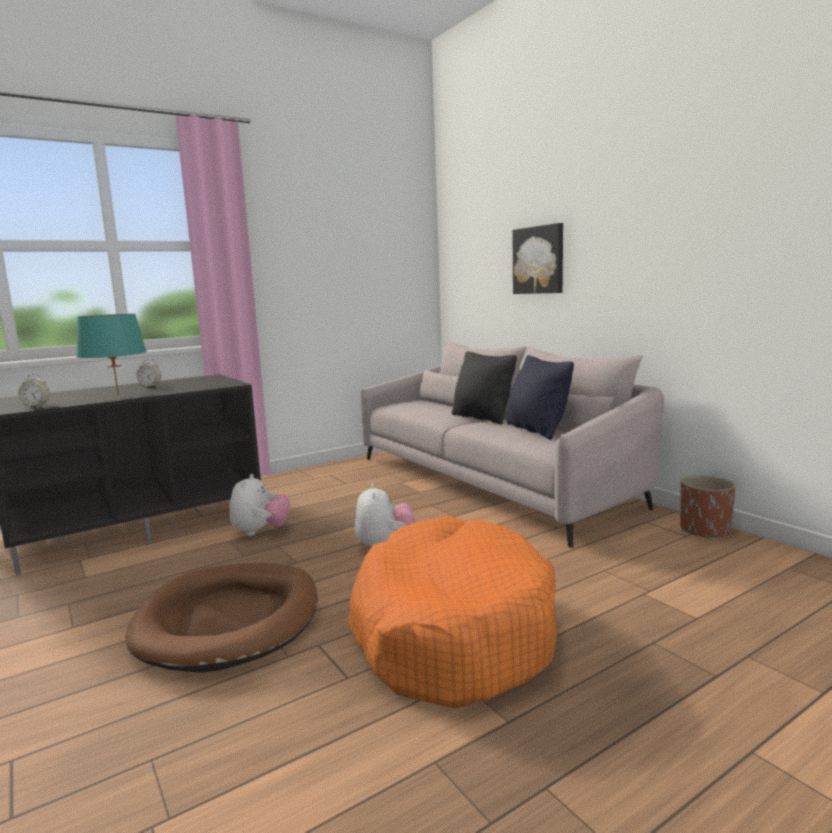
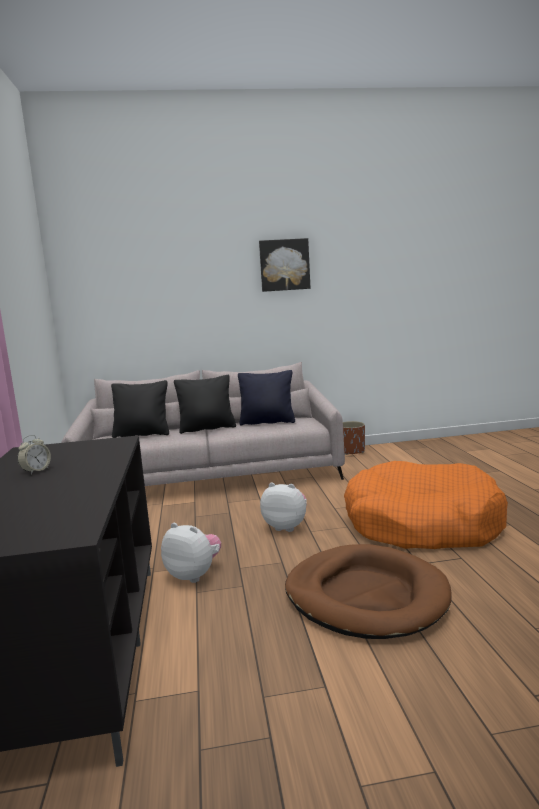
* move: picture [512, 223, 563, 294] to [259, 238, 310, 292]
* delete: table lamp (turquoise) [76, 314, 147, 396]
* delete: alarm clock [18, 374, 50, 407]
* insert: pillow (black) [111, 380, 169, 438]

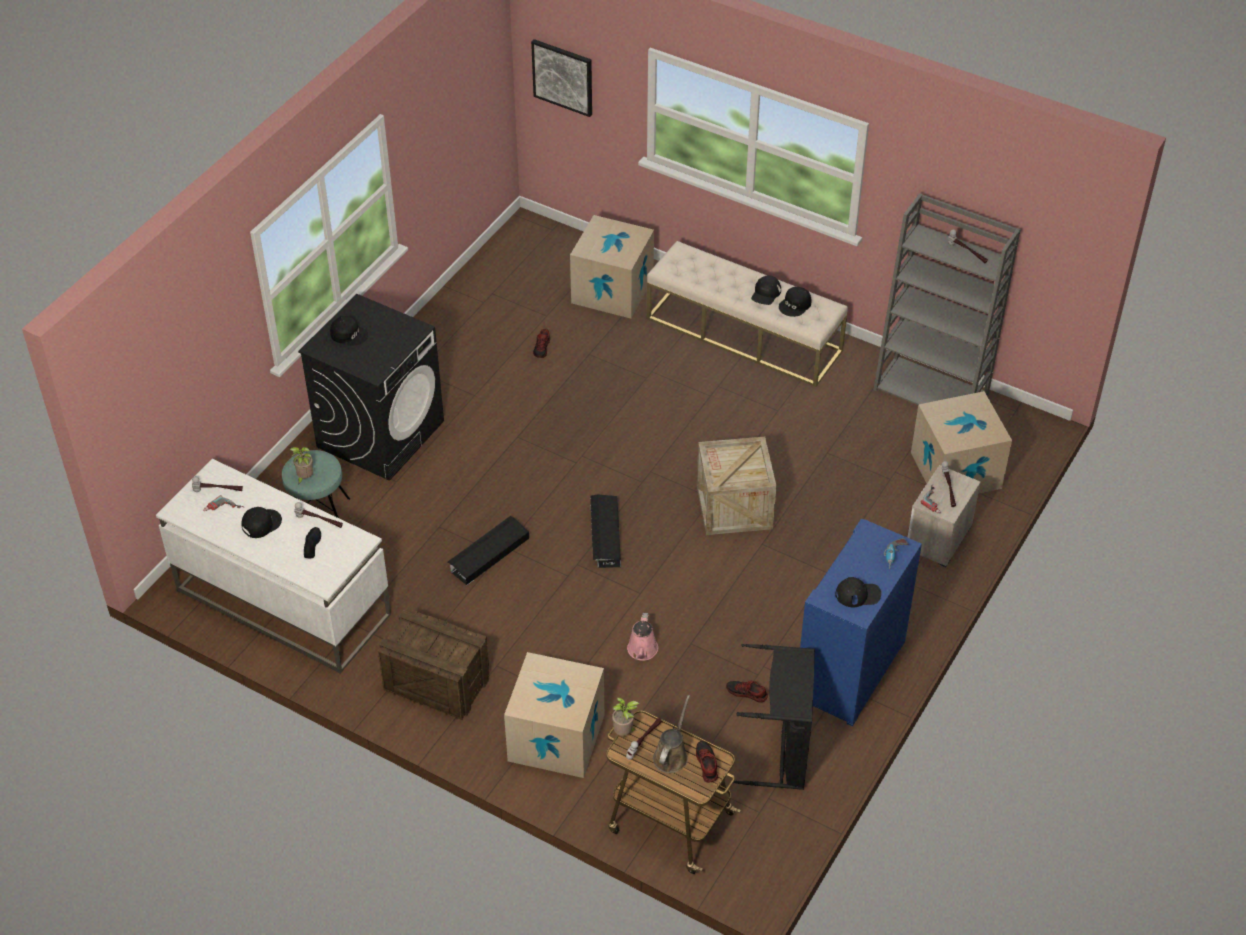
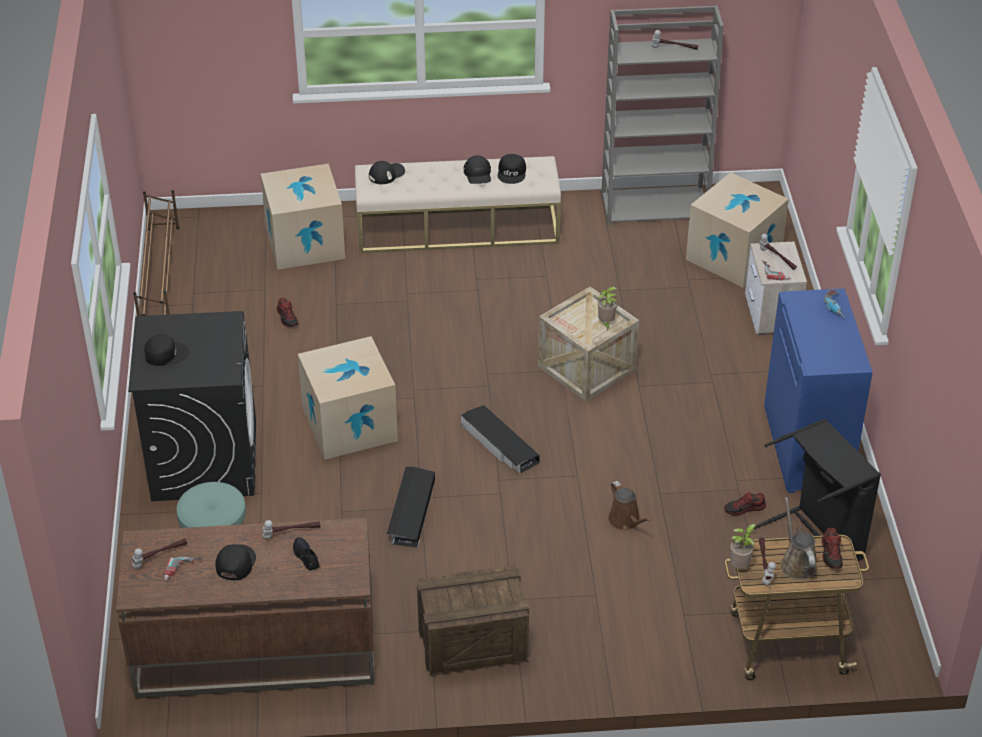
* delete: picture [531, 39, 592, 117]
* move: potted plant [290, 447, 313, 484] to [598, 287, 617, 330]
* recolor: desk (white) [156, 459, 391, 674] to desk (brown) [116, 518, 375, 699]
* move: cap (black) [835, 577, 881, 607] to [369, 161, 405, 184]
* recolor: watering can (pink) [627, 613, 658, 661] to watering can (brown) [608, 481, 650, 531]
* move: cardboard box [504, 652, 604, 778] to [298, 336, 398, 460]
* rotate: shoe [696, 741, 718, 783] = [822, 528, 843, 569] 135 degrees counterclockwise
* insert: shoe rack (brown) [133, 190, 179, 316]

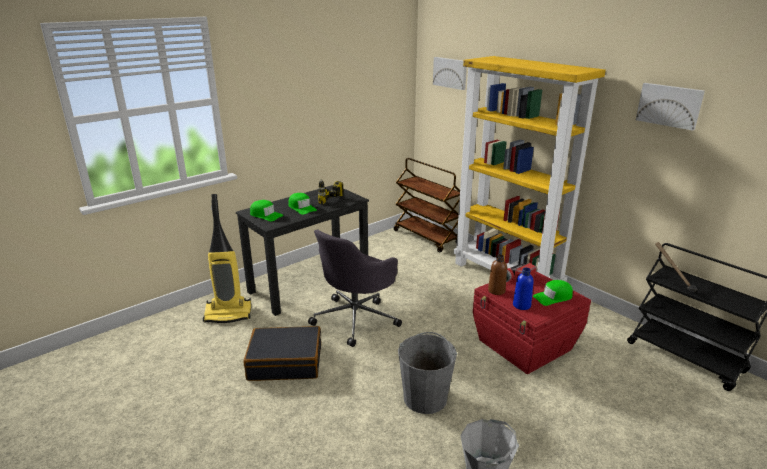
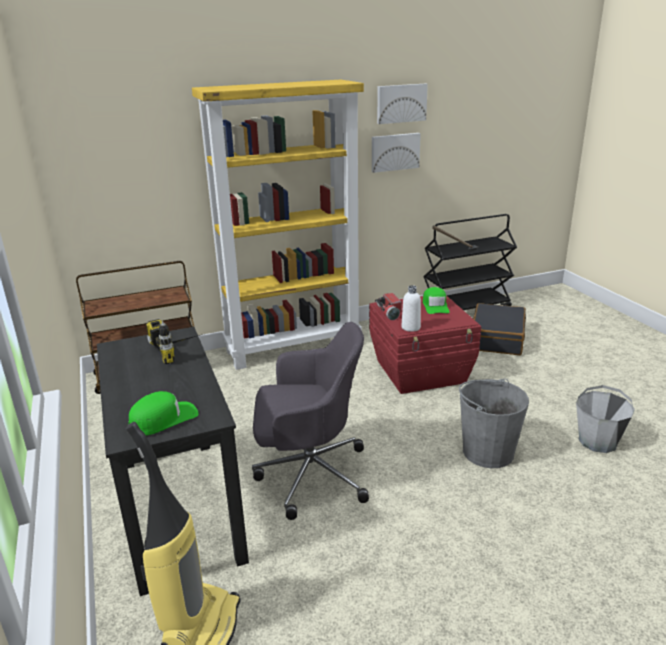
* move: picture [433, 57, 467, 90] to [372, 133, 421, 173]
* delete: cap (green) [289, 193, 317, 215]
* rotate: office chair (grey) [308, 229, 402, 347] = [252, 322, 369, 520] 60 degrees counterclockwise
* recolor: bottle (brown) [488, 254, 507, 295] to bottle (white) [402, 285, 421, 332]
* delete: bottle (blue) [513, 268, 534, 310]
* move: suitcase (black) [244, 326, 321, 381] to [472, 303, 526, 355]

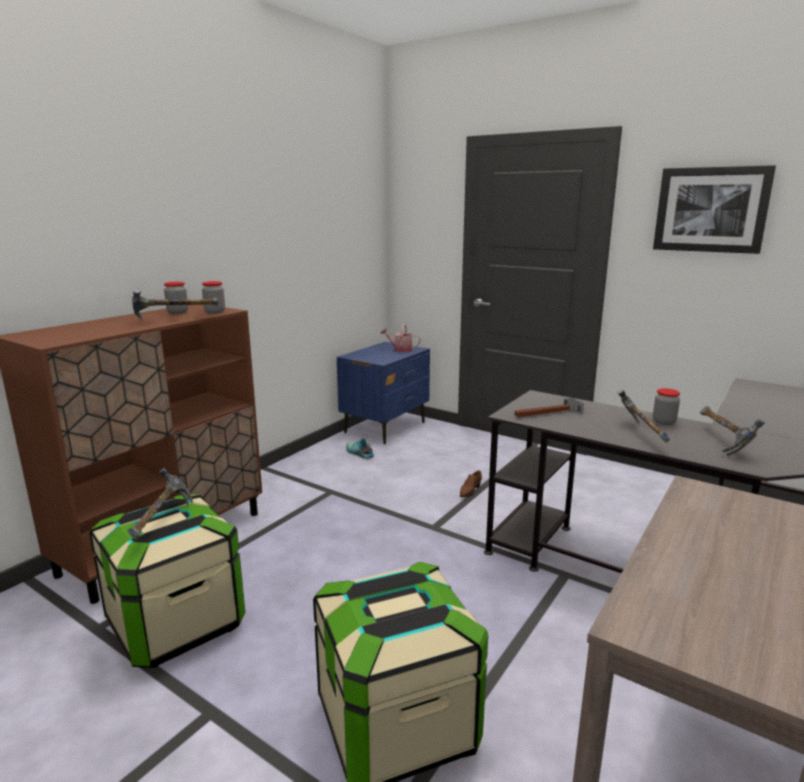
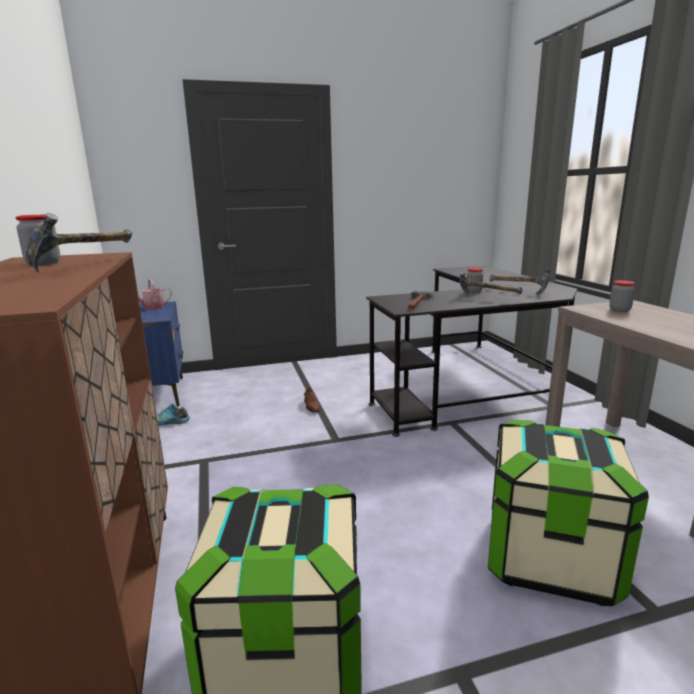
* delete: picture [653, 165, 776, 254]
* move: jar [202, 281, 225, 314] to [610, 281, 635, 312]
* delete: hammer [127, 468, 193, 539]

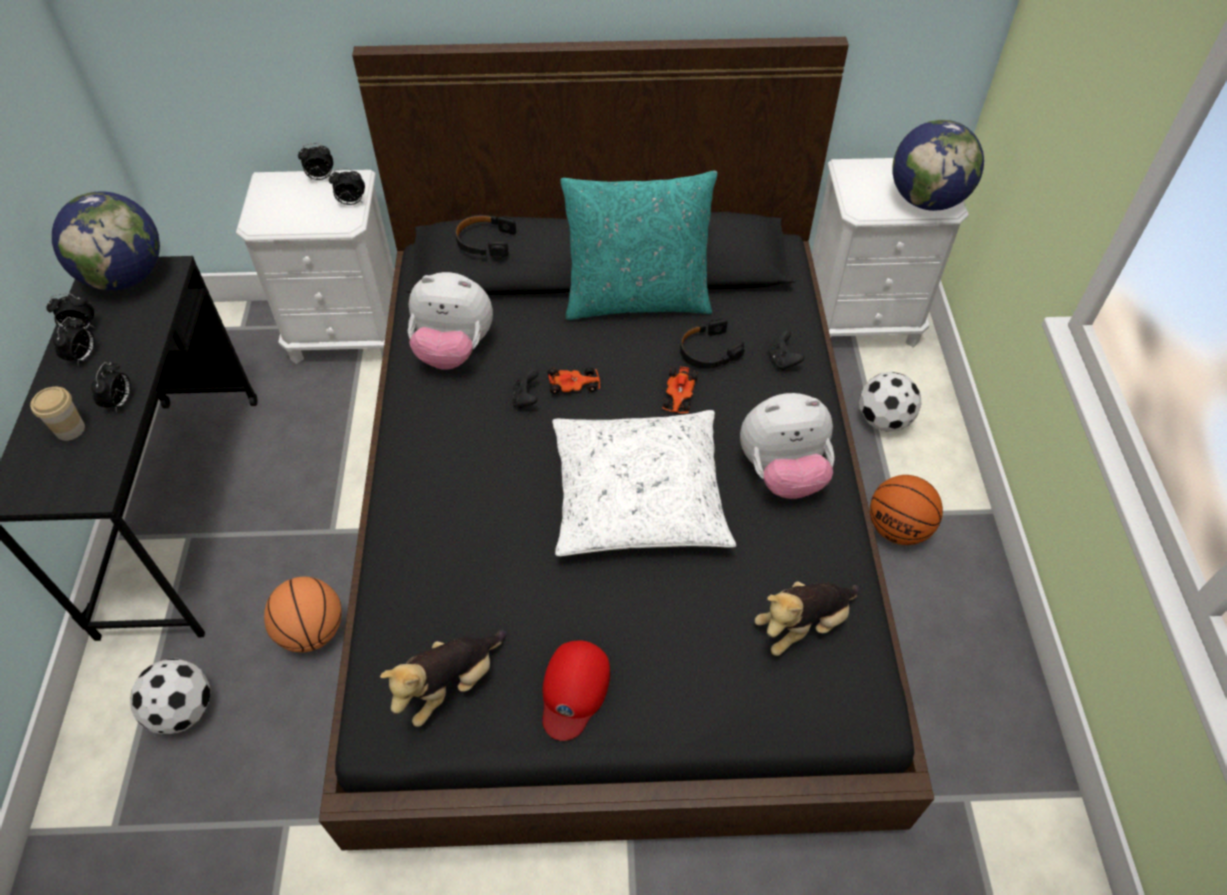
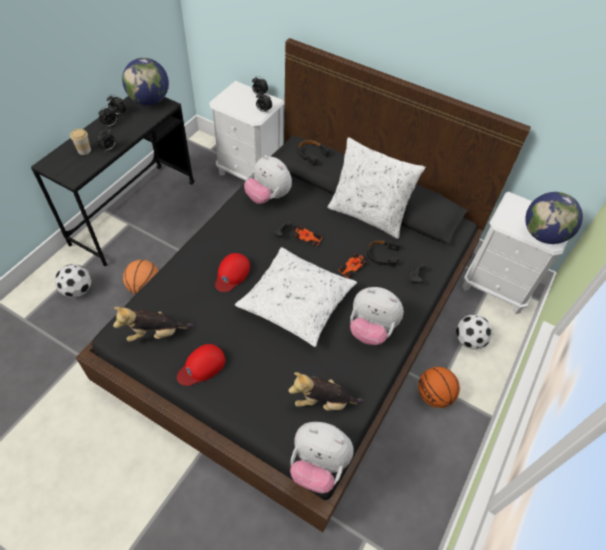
* recolor: pillow (turquoise) [560, 171, 717, 320] to pillow (white) [327, 137, 426, 239]
* insert: cap (red) [215, 253, 250, 292]
* insert: plush toy [290, 422, 354, 493]

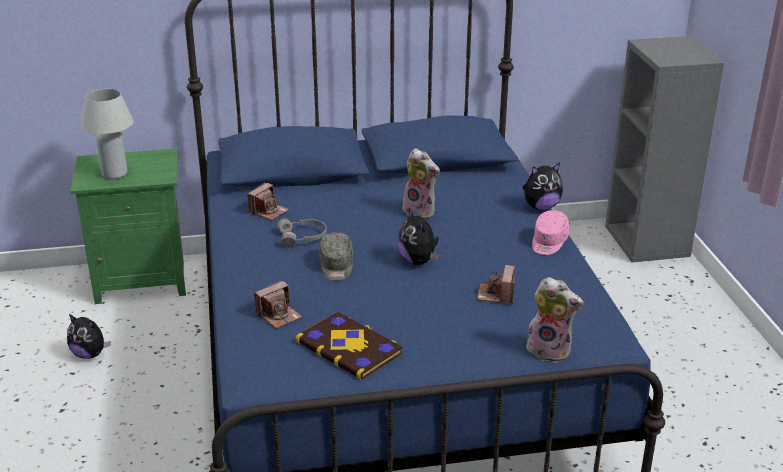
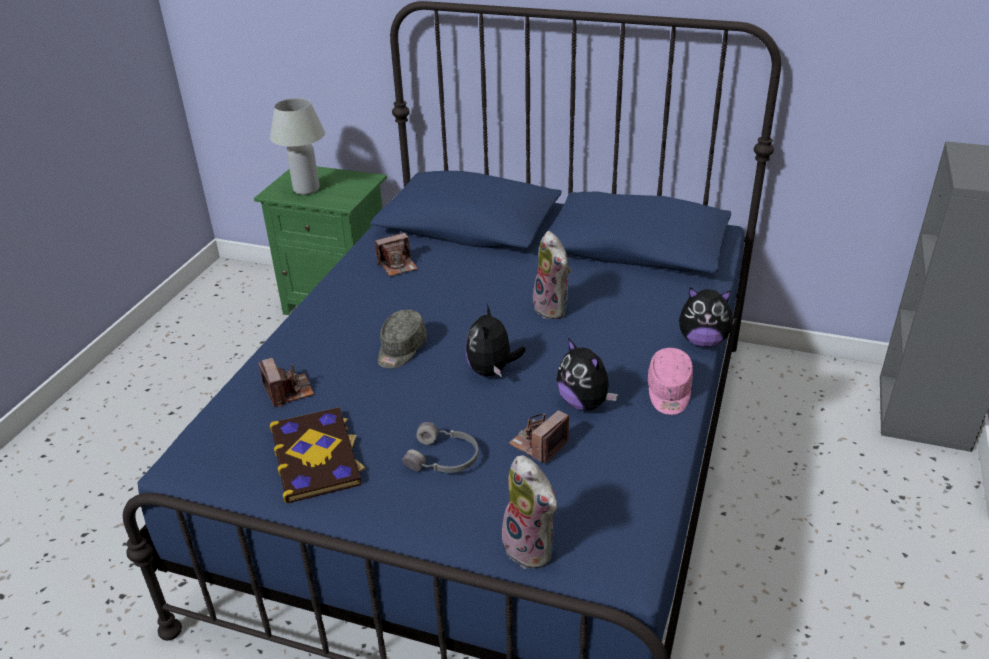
* rotate: cap (pink) [532, 210, 569, 255] = [648, 348, 693, 415] 45 degrees counterclockwise
* move: headphones (grey) [277, 218, 327, 247] to [402, 422, 479, 473]
* rotate: photo camera [254, 280, 302, 328] = [258, 358, 314, 407] 105 degrees counterclockwise
* move: plush toy [67, 314, 111, 359] to [556, 338, 618, 411]

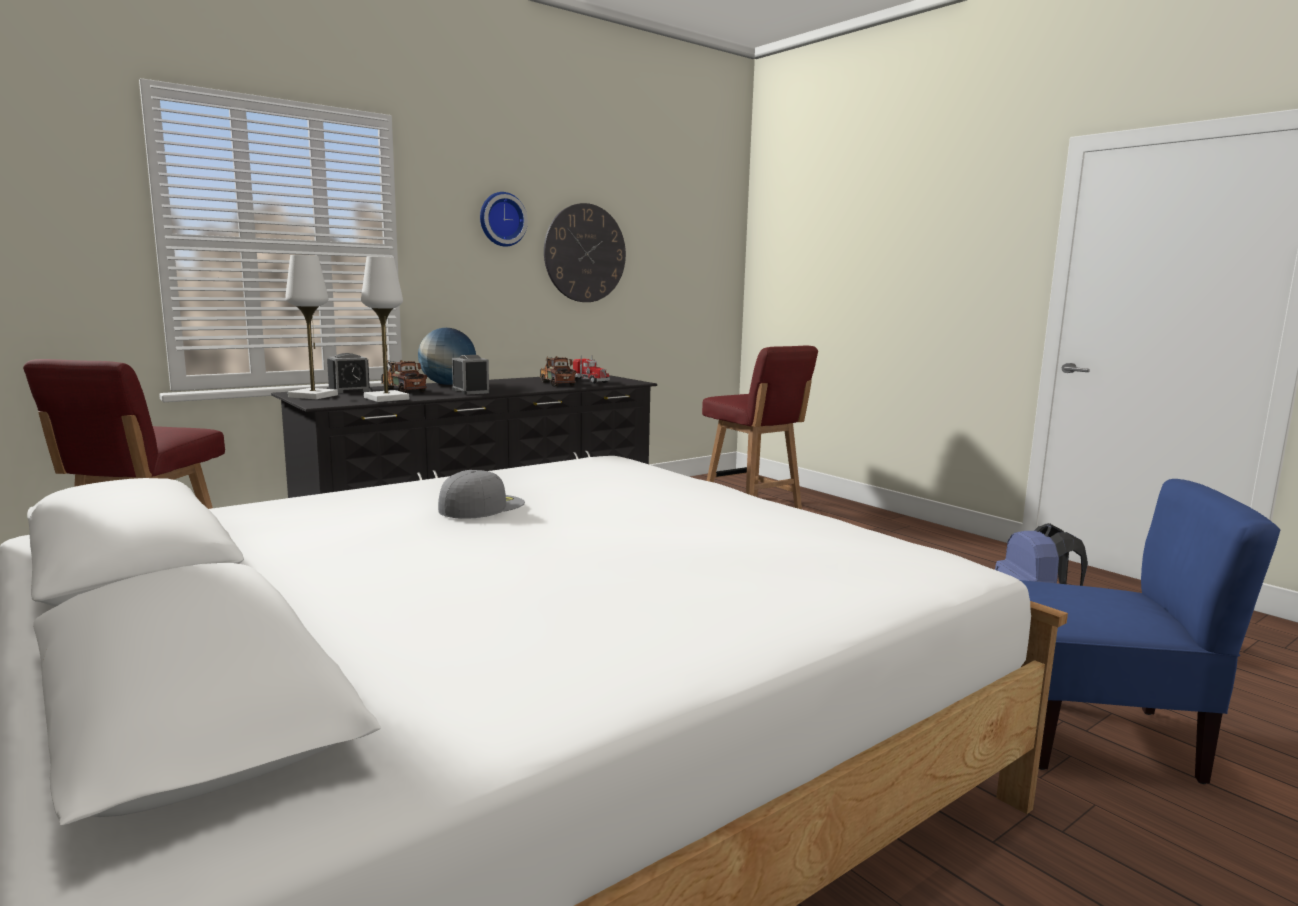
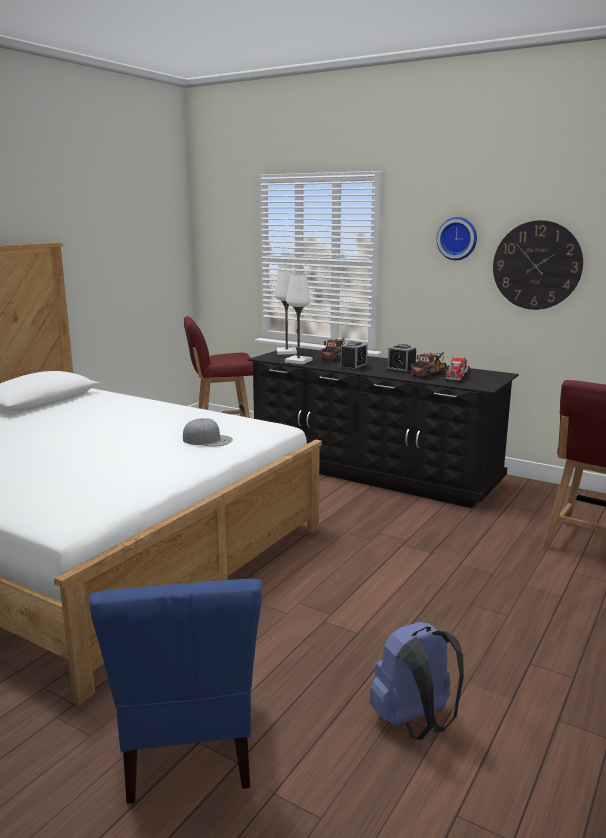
* delete: globe [418, 328, 476, 385]
* move: alarm clock [327, 353, 372, 393] to [386, 344, 416, 374]
* move: cap (grey) [438, 470, 525, 519] to [183, 418, 233, 447]

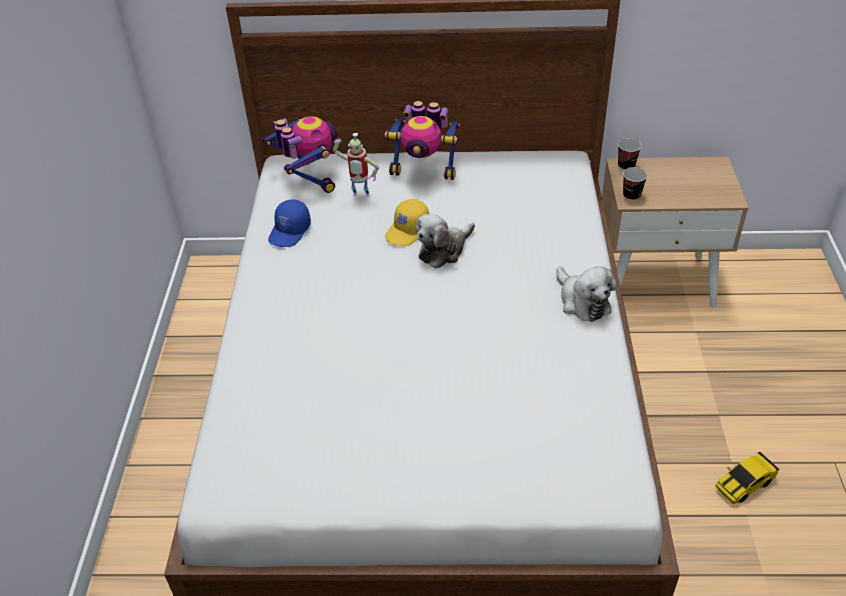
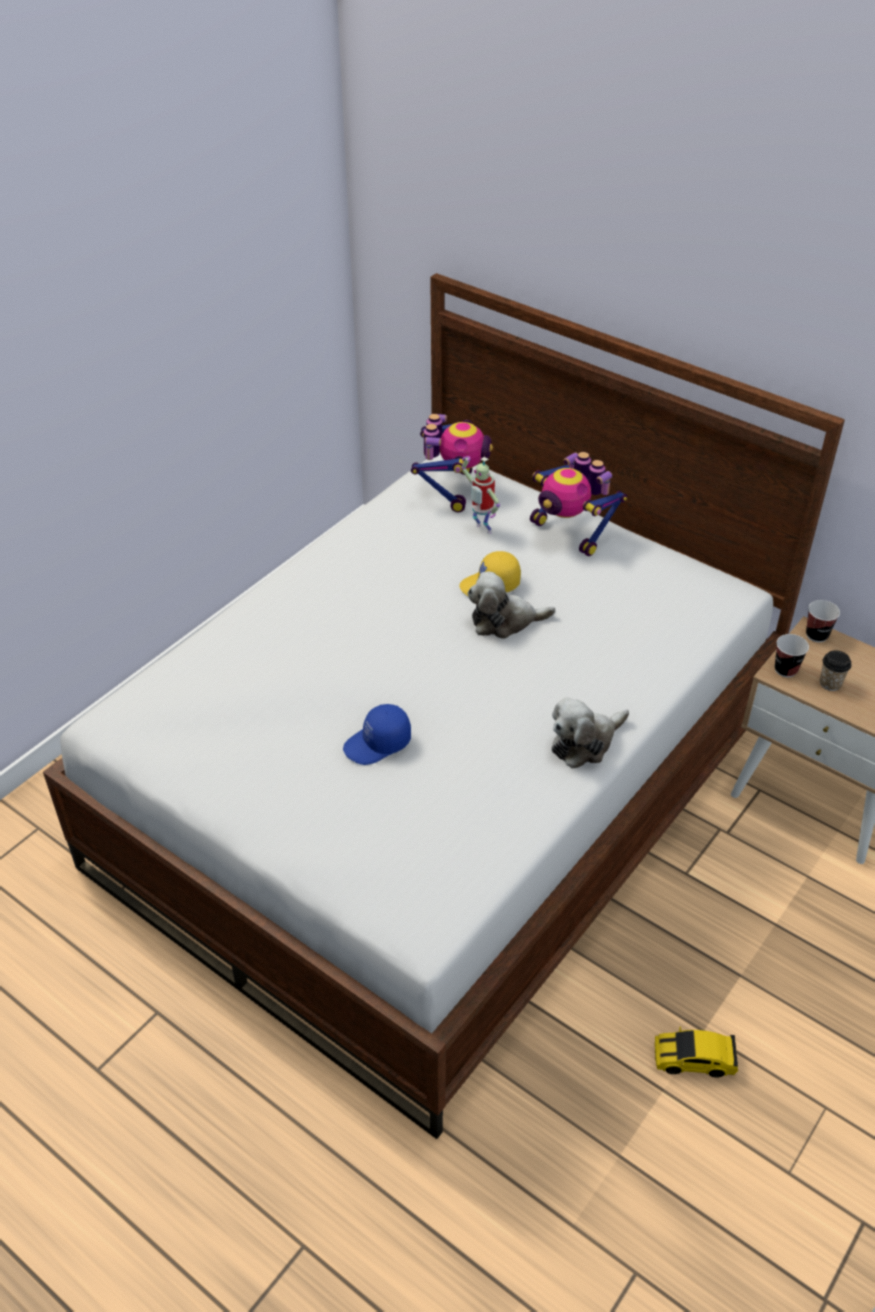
* move: cap (blue) [268, 199, 311, 247] to [343, 704, 411, 765]
* rotate: plush toy [556, 266, 617, 322] = [552, 697, 629, 769] 45 degrees clockwise
* insert: cup [820, 650, 851, 691]

